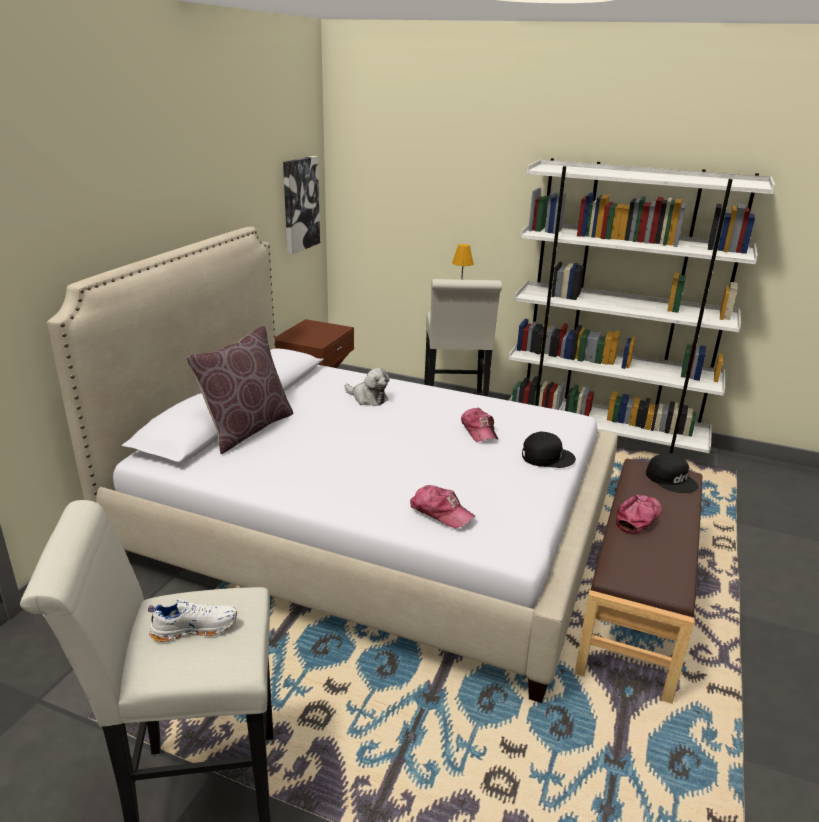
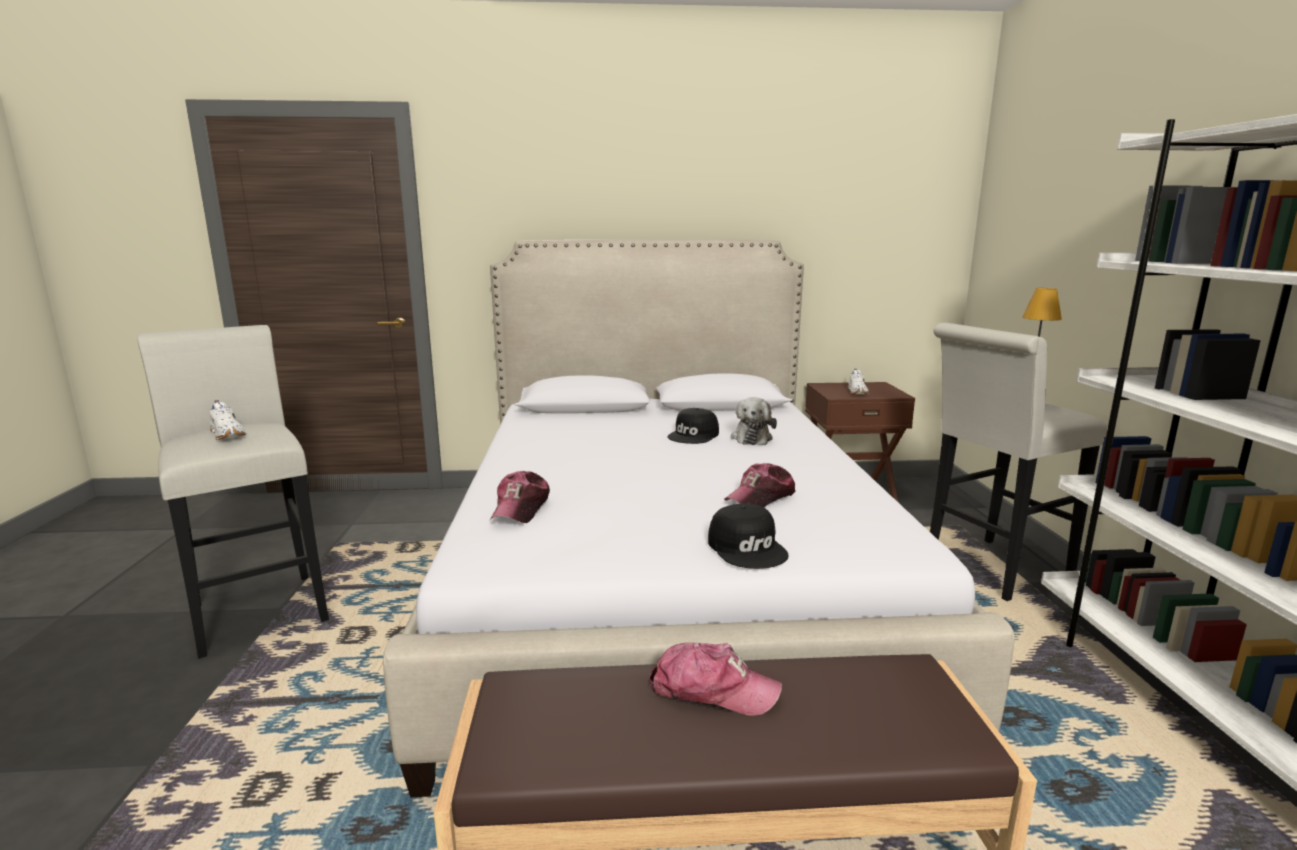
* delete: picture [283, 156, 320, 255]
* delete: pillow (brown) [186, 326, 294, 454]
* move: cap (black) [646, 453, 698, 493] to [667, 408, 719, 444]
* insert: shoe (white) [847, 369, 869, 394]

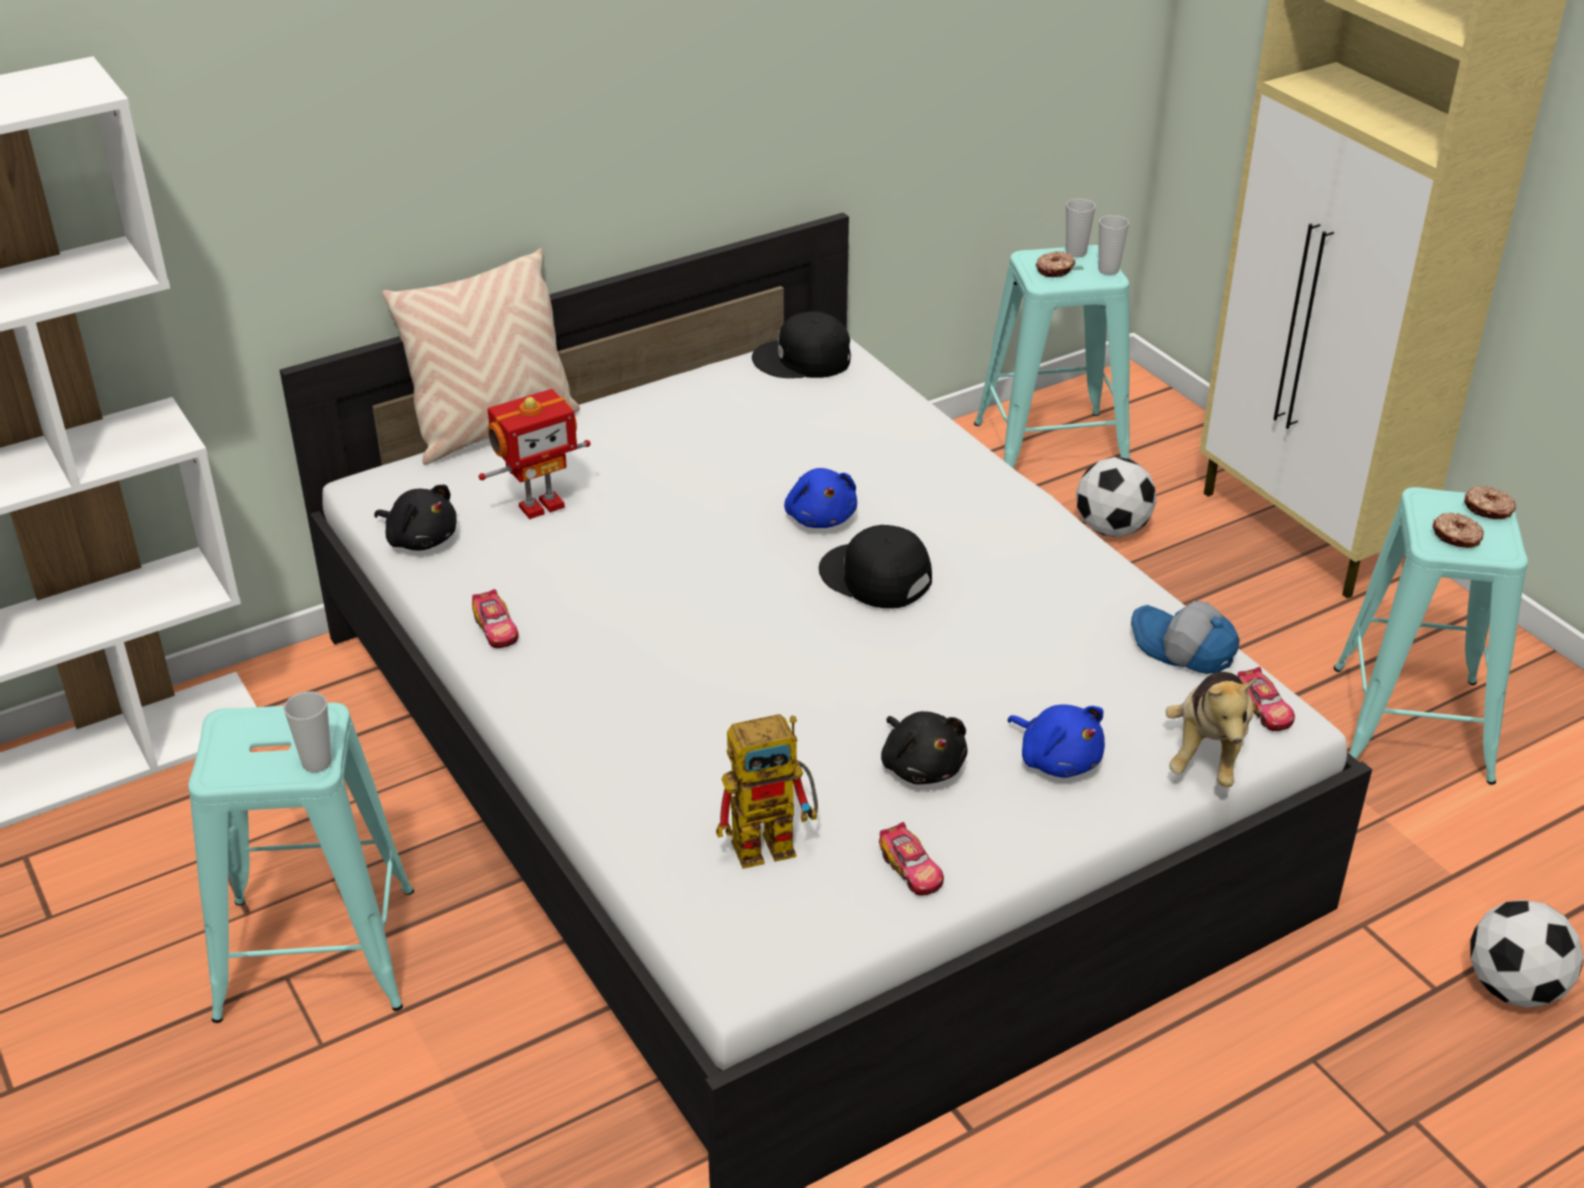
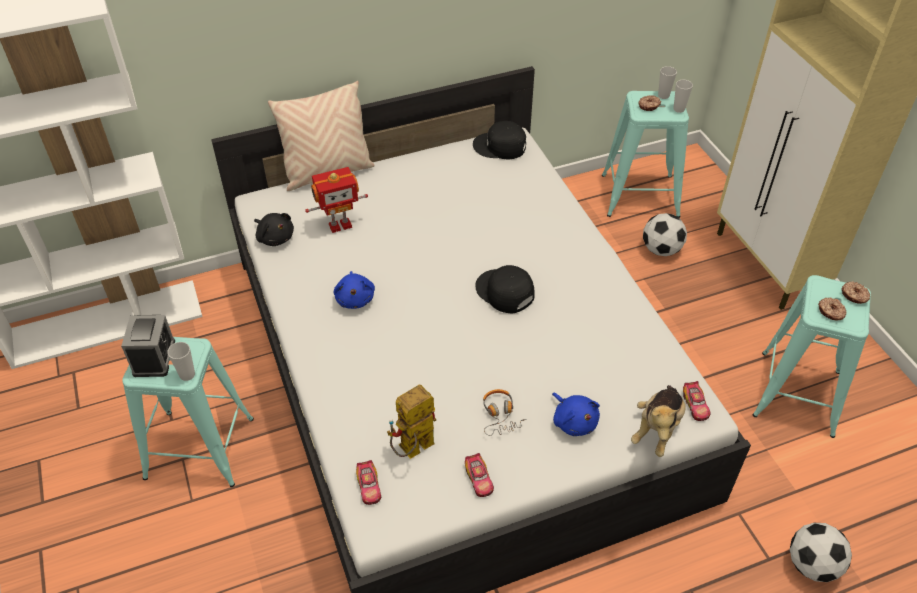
* move: plush toy (blue) [784, 468, 857, 528] to [333, 271, 375, 309]
* move: toy car [472, 589, 519, 648] to [356, 460, 381, 505]
* delete: cap [1131, 601, 1240, 674]
* replace: plush toy (black) [881, 711, 967, 784] to headphones [483, 389, 527, 436]
* rotate: toy robot [716, 714, 818, 869] = [387, 384, 436, 459] 150 degrees clockwise
* insert: alarm clock [121, 315, 175, 377]

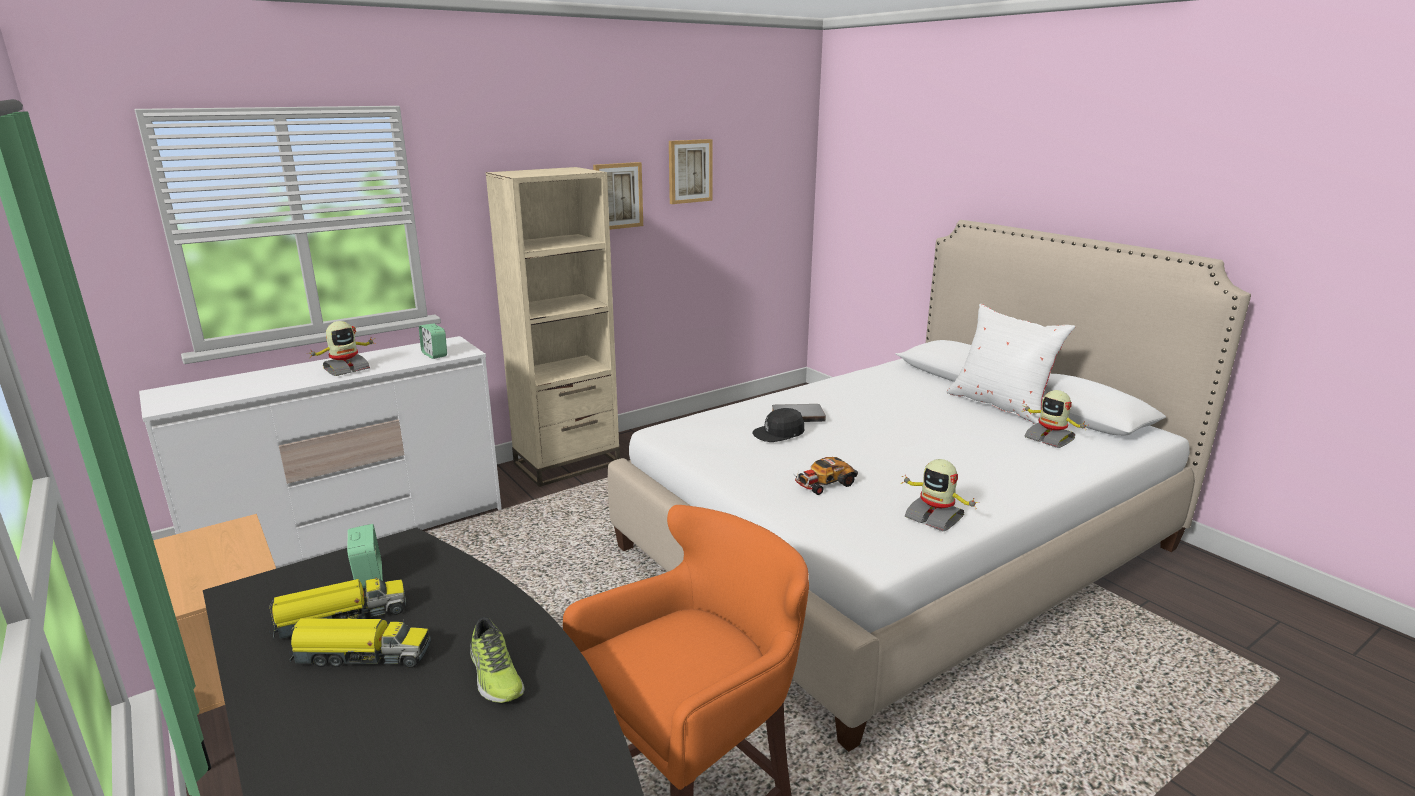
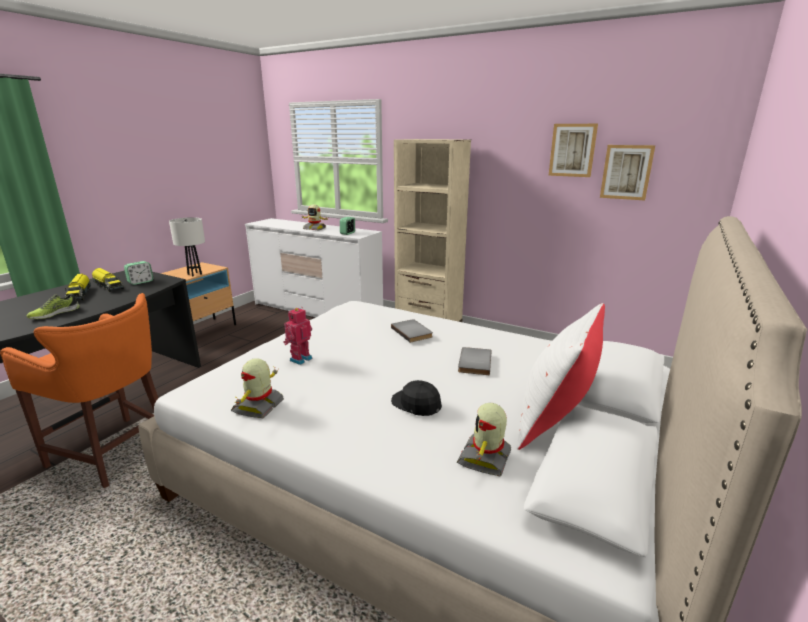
* move: picture [593, 162, 643, 230] to [600, 145, 655, 200]
* move: cap (black) [752, 408, 804, 442] to [391, 380, 442, 416]
* replace: toy car [795, 457, 858, 495] to toy robot [283, 308, 313, 365]
* insert: table lamp (white) [169, 217, 205, 276]
* insert: book (grey) [458, 347, 491, 375]

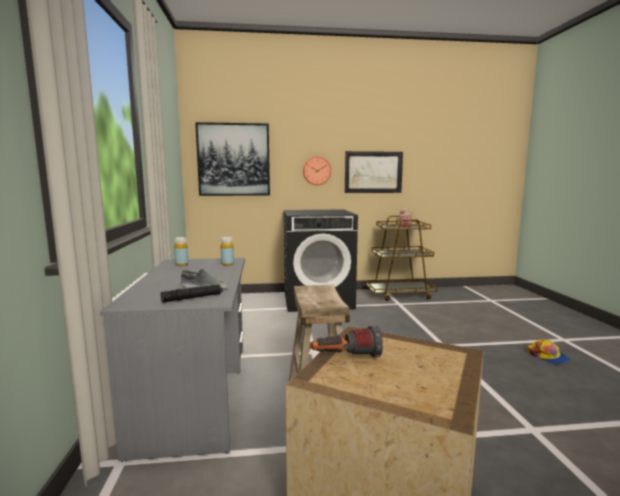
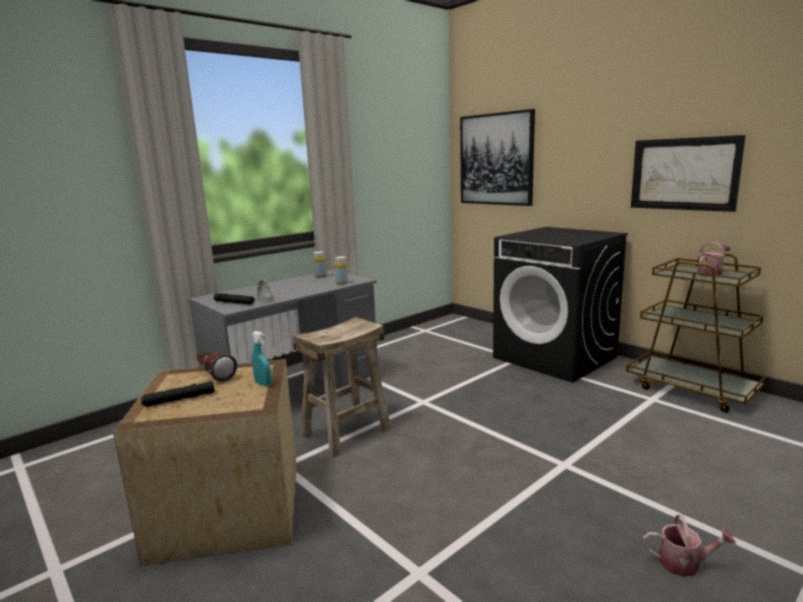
* delete: wall clock [303, 156, 331, 185]
* replace: cap [527, 339, 570, 364] to watering can [643, 515, 736, 577]
* insert: spray bottle (turquoise) [252, 331, 272, 386]
* insert: flashlight (black) [141, 381, 215, 407]

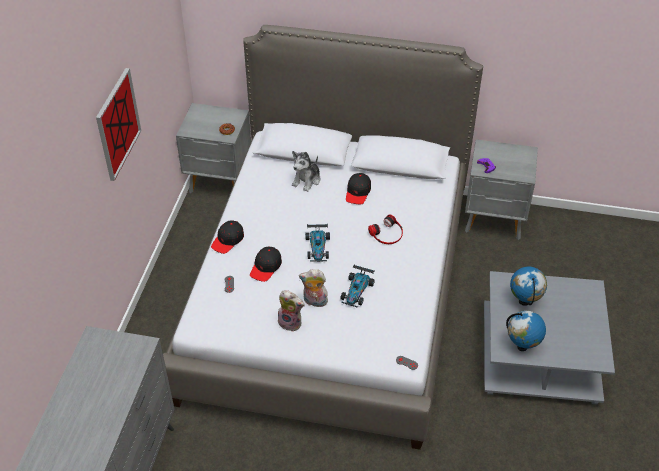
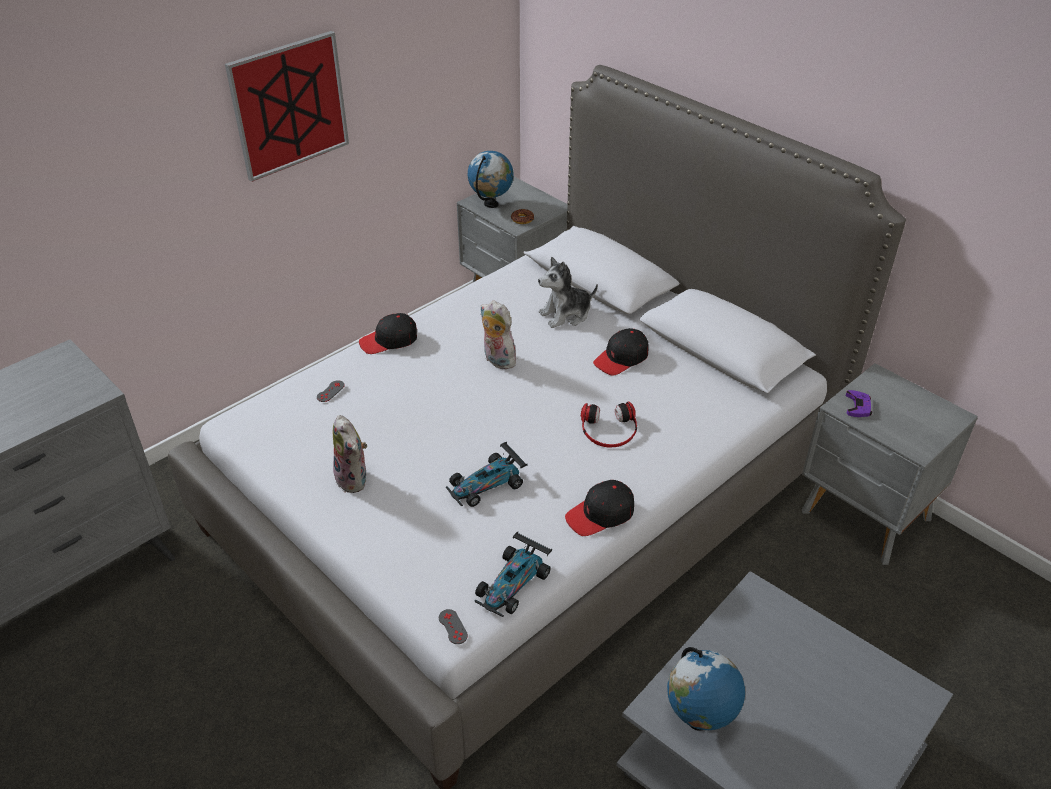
* move: toy car [305, 224, 330, 262] to [475, 531, 552, 617]
* move: cap (black) [250, 246, 282, 282] to [565, 480, 634, 536]
* move: globe [510, 267, 547, 306] to [468, 151, 514, 208]
* move: plush toy [299, 269, 328, 307] to [481, 301, 516, 370]

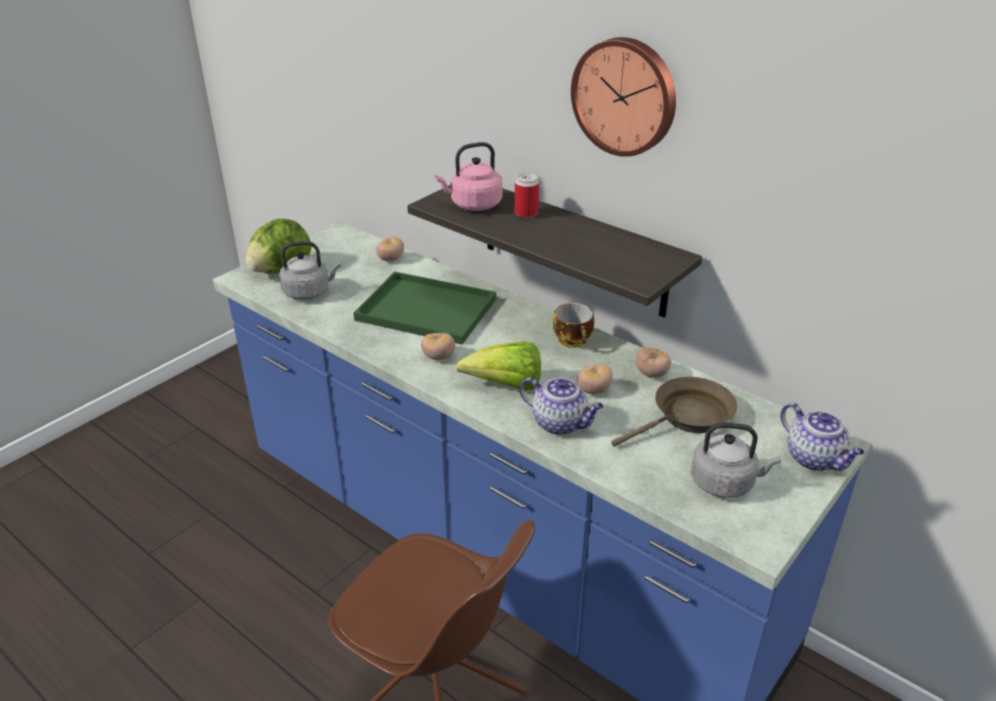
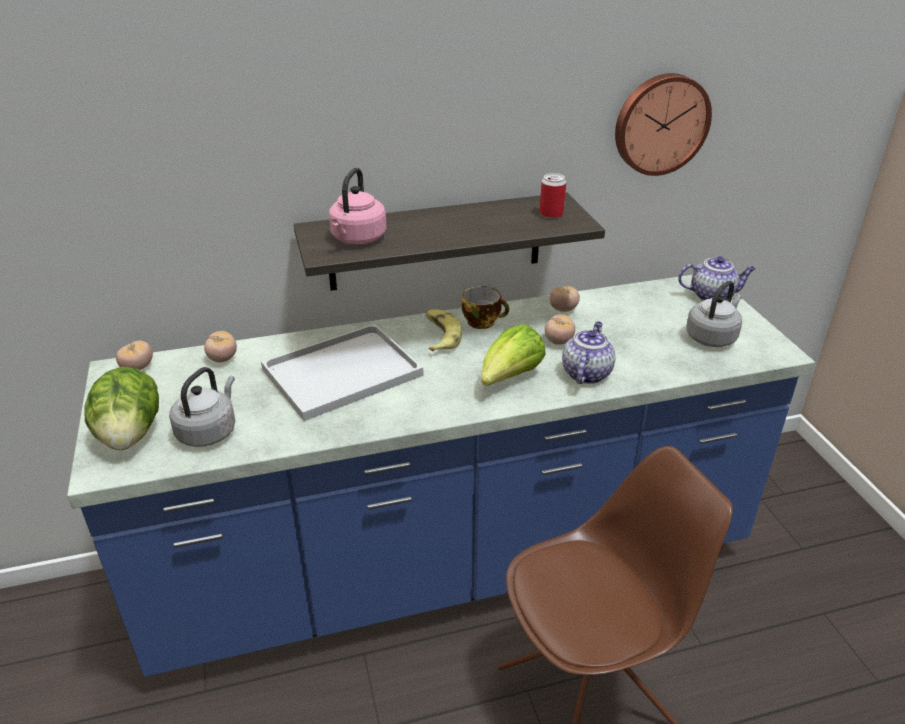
* move: wall clock [571, 37, 676, 157] to [615, 73, 712, 176]
* move: can [515, 173, 539, 218] to [540, 173, 566, 219]
* recolor: tray (green) [353, 271, 496, 345] to tray (white) [261, 324, 423, 421]
* move: tomato [421, 333, 455, 360] to [116, 341, 153, 370]
* rotate: teapot [520, 377, 604, 435] = [562, 321, 616, 384] 45 degrees counterclockwise
* delete: frying pan (brown) [611, 377, 738, 447]
* insert: banana [426, 309, 462, 351]

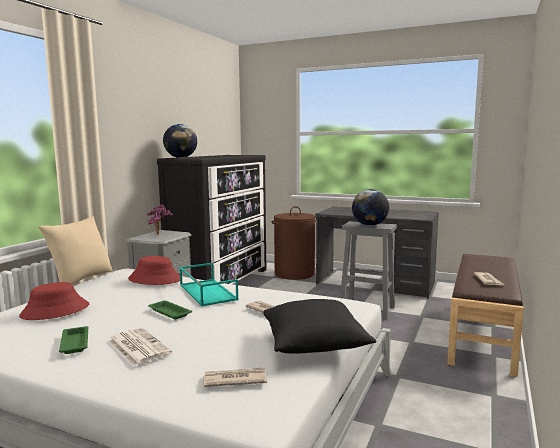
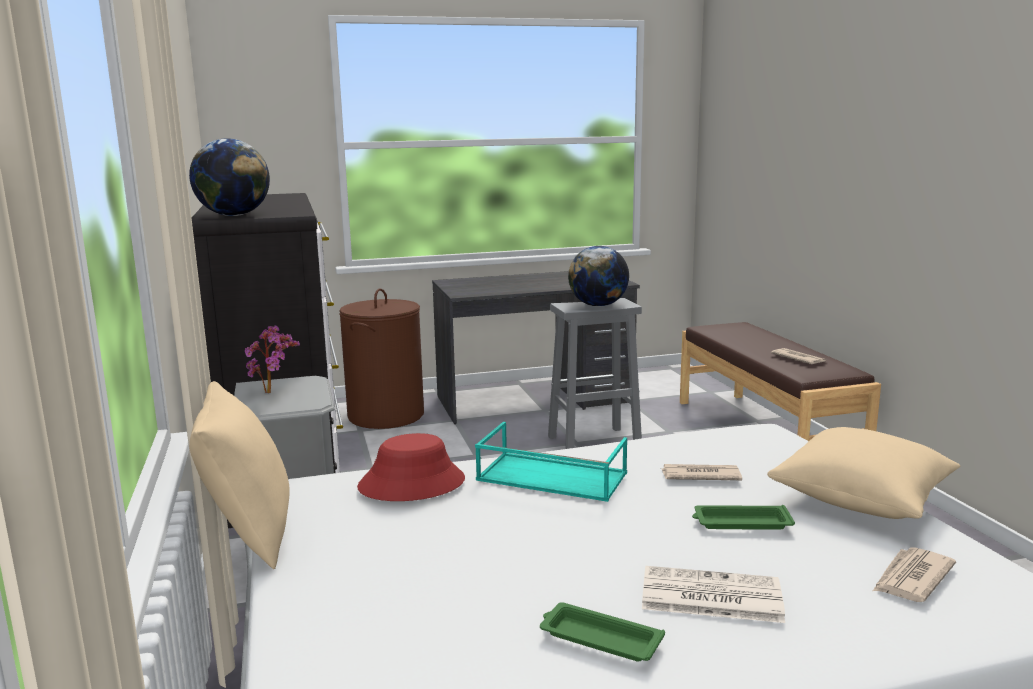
* delete: hat (red) [19, 282, 89, 320]
* recolor: pillow (black) [263, 299, 376, 354] to pillow (beige) [767, 427, 961, 519]
* move: tray (green) [148, 300, 192, 319] to [692, 505, 795, 529]

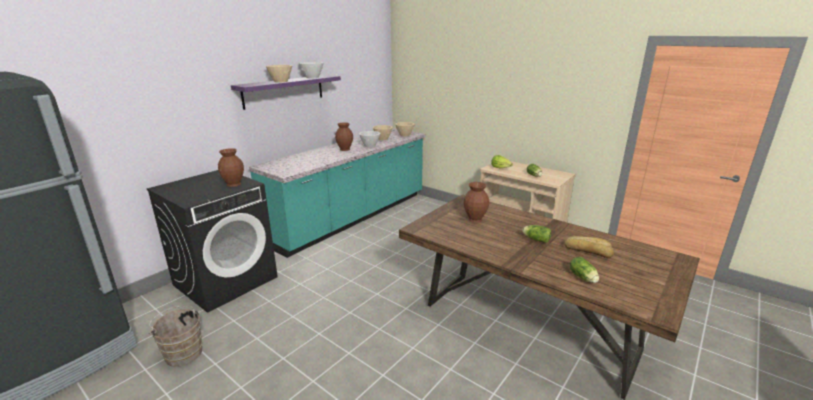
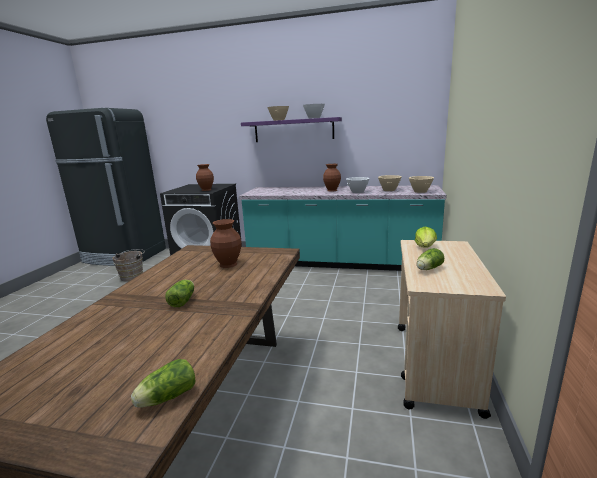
* delete: bread [564, 236, 614, 258]
* move: lettuce [570, 257, 599, 283] to [131, 359, 195, 408]

